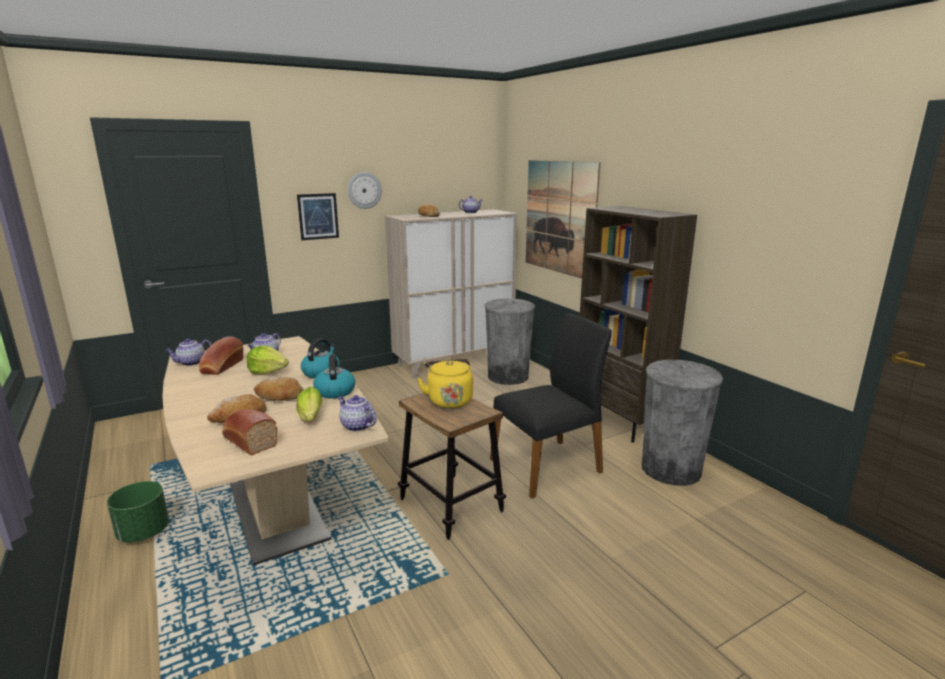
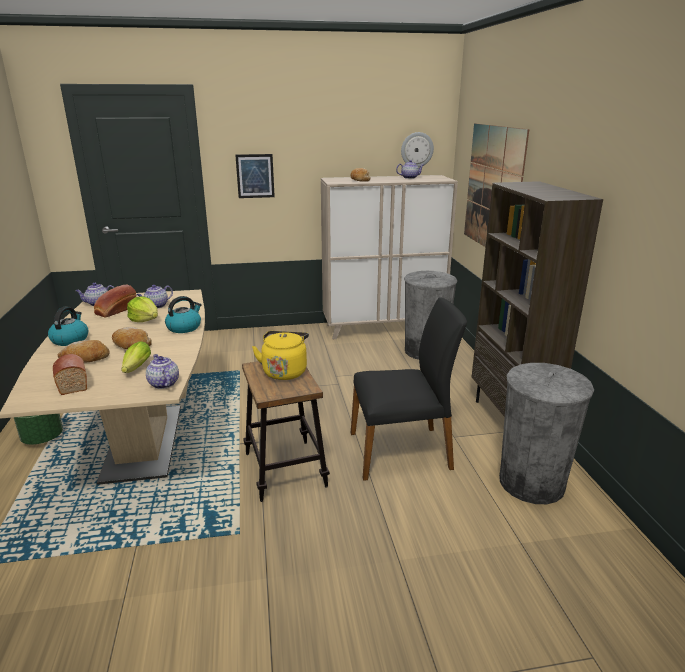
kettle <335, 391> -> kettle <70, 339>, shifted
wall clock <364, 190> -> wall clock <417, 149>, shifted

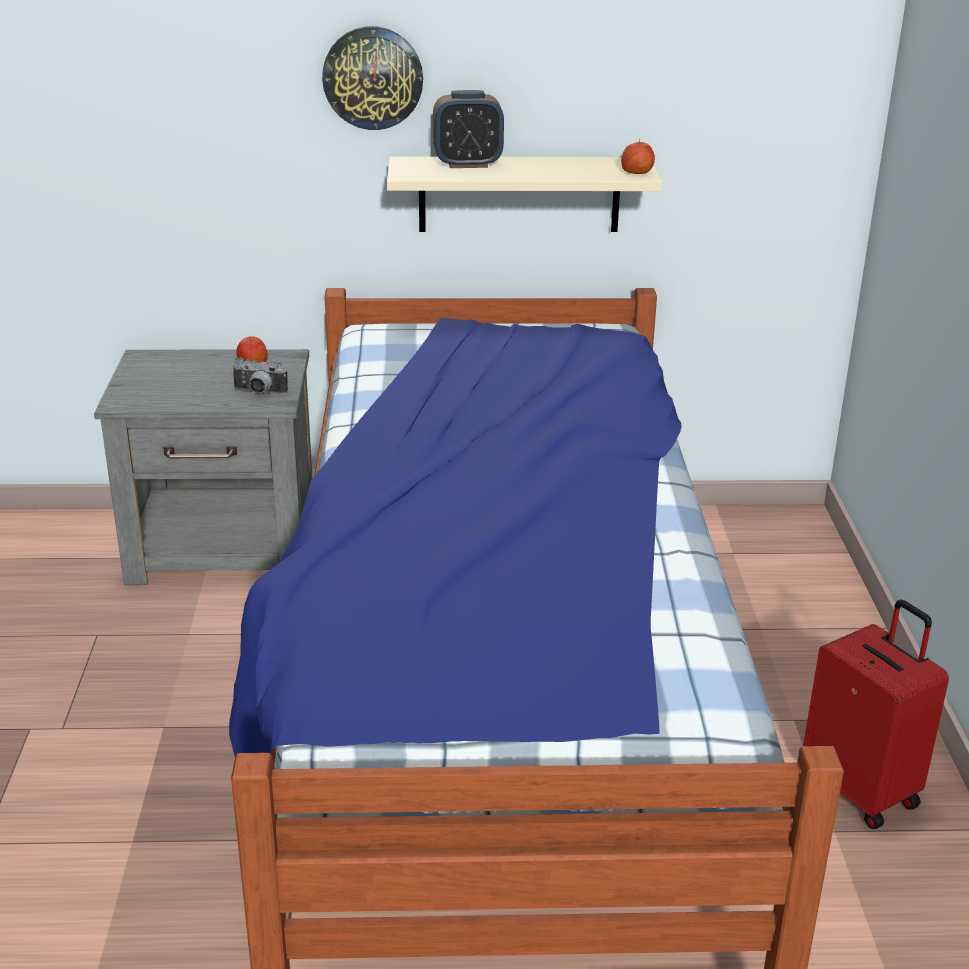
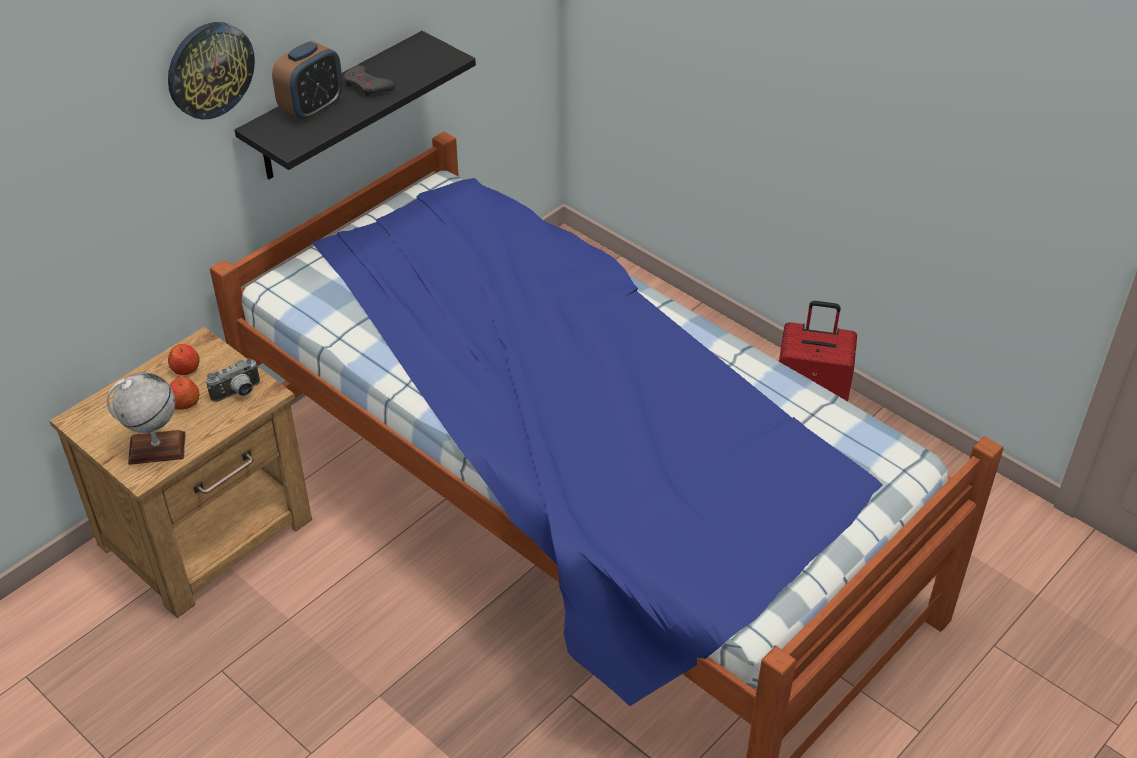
nightstand (grey) <226, 548> -> nightstand (brown) <209, 532>
shelf (beige) <519, 194> -> shelf (black) <336, 108>
apple <637, 172> -> apple <185, 403>, shifted
none -> globe <156, 448>
none -> game controller (grey) <367, 86>

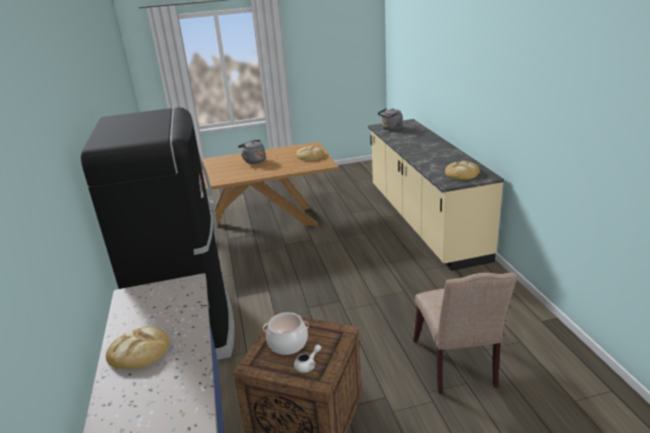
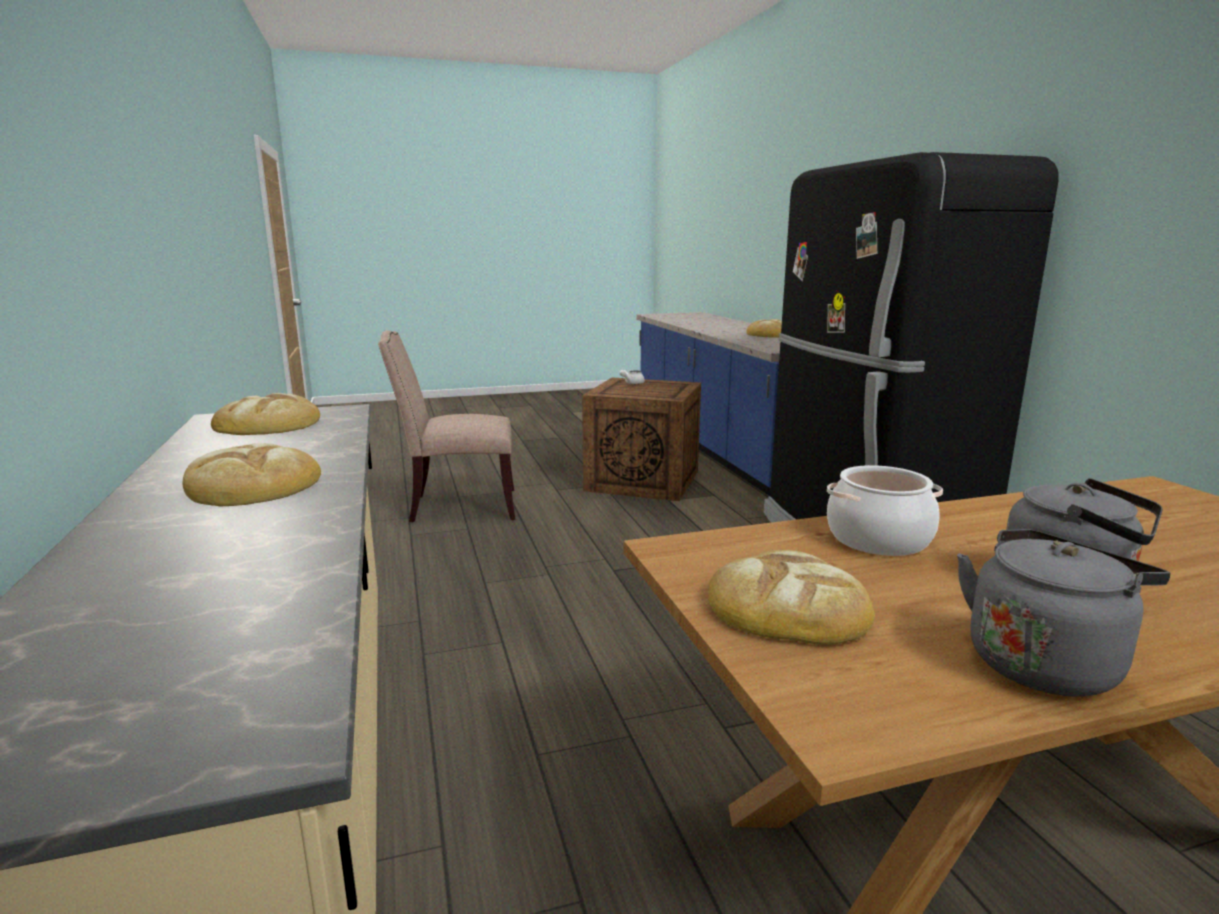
cooking pot <288, 343> -> cooking pot <878, 539>, shifted
kettle (grey) <391, 128> -> kettle (grey) <1044, 662>, shifted
chair (beige) <457, 365> -> chair (beige) <458, 506>, 90 degrees counterclockwise
none -> bread <252, 486>

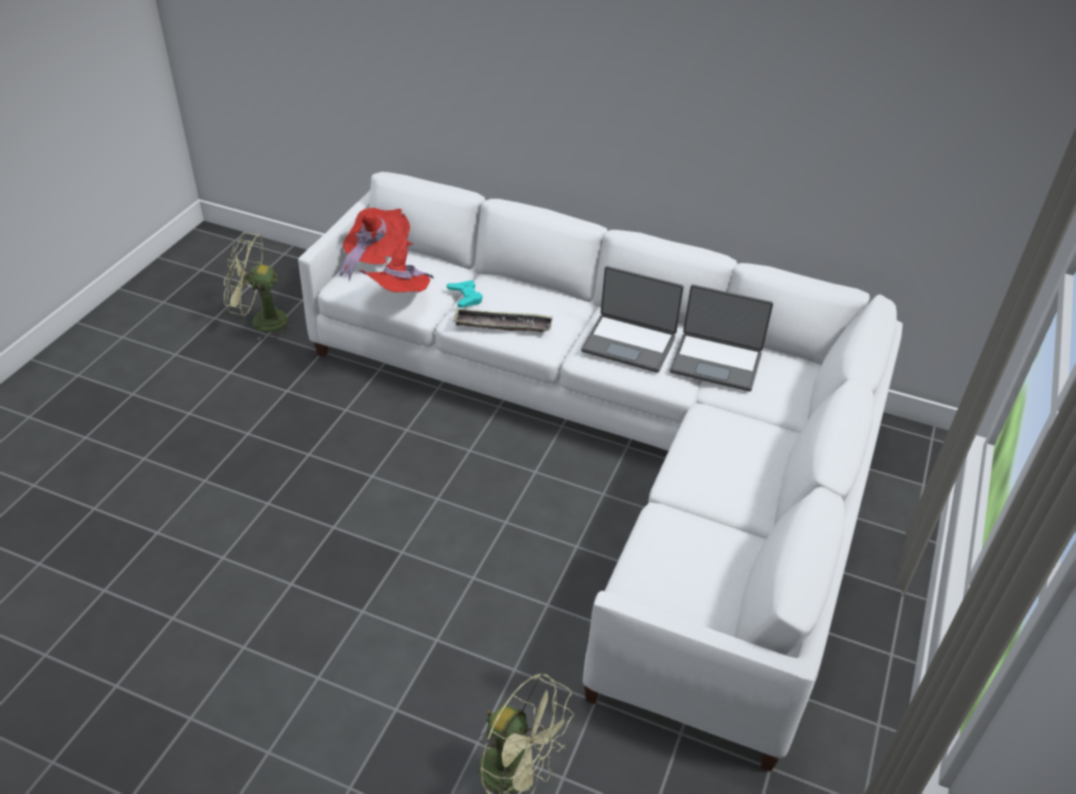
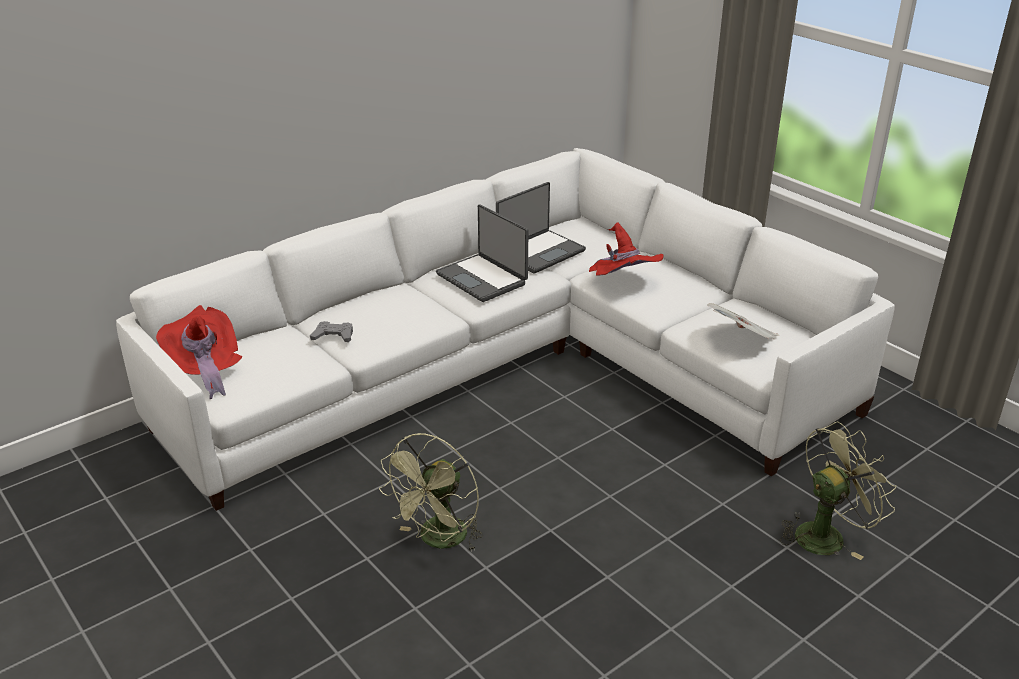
fan (green) <261, 322> -> fan (green) <438, 541>, shifted
hat (red) <400, 299> -> hat (red) <622, 284>, shifted
game controller (turquoise) <465, 297> -> game controller (grey) <333, 336>
tray <502, 325> -> none
laptop <629, 343> -> laptop <483, 278>, 90 degrees clockwise
none -> newspaper <742, 339>

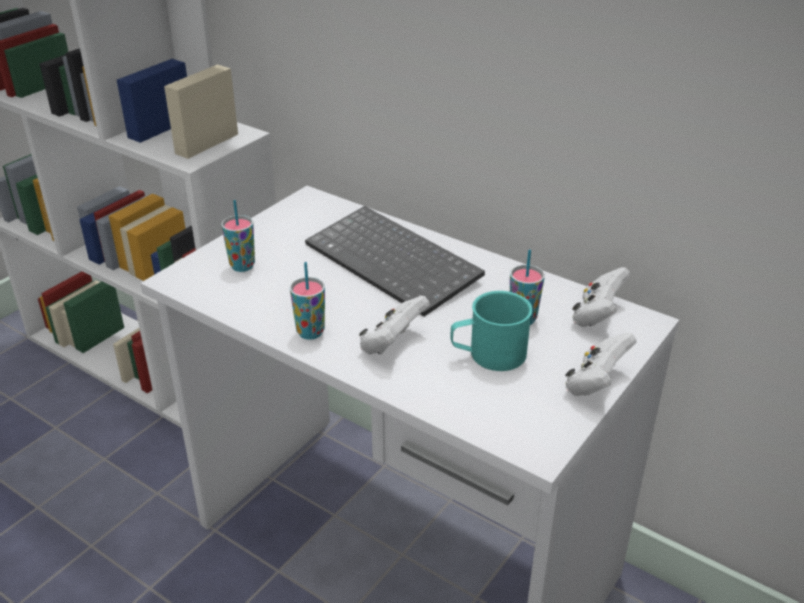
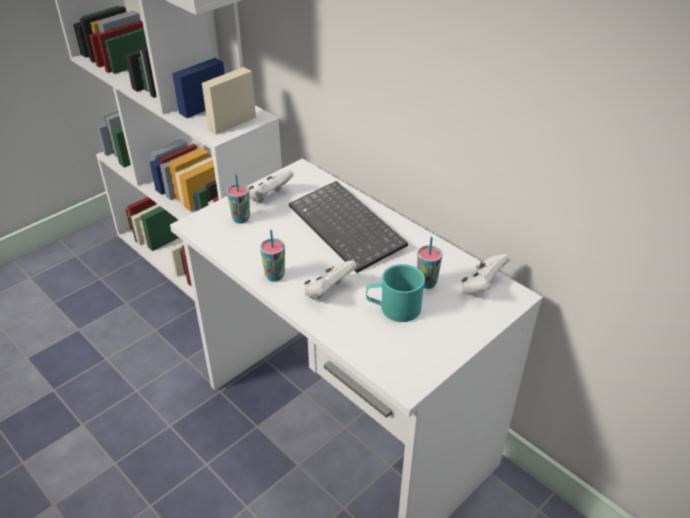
game controller (white) <595, 384> -> game controller (white) <270, 197>, shifted

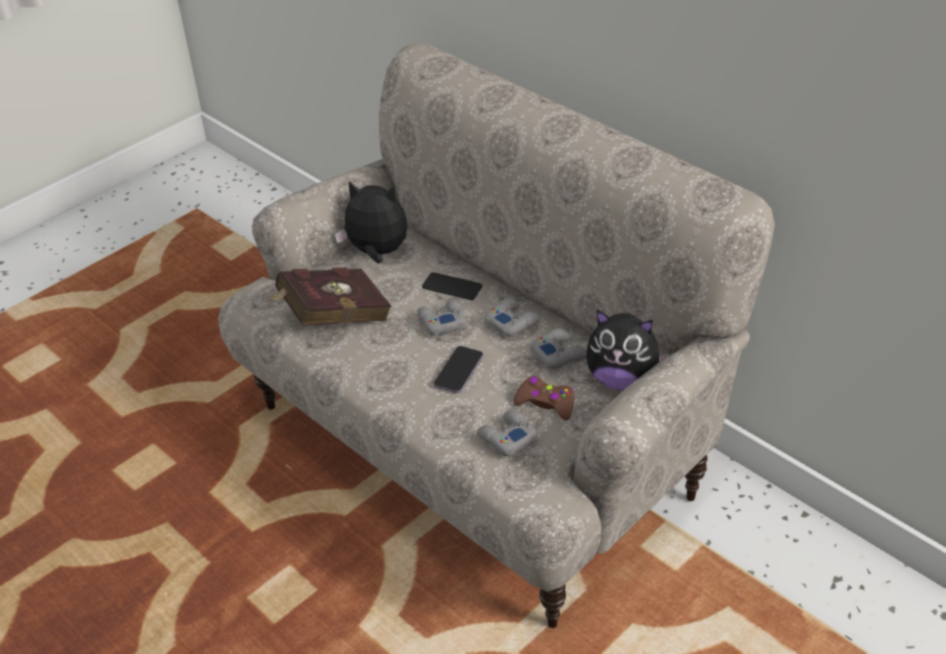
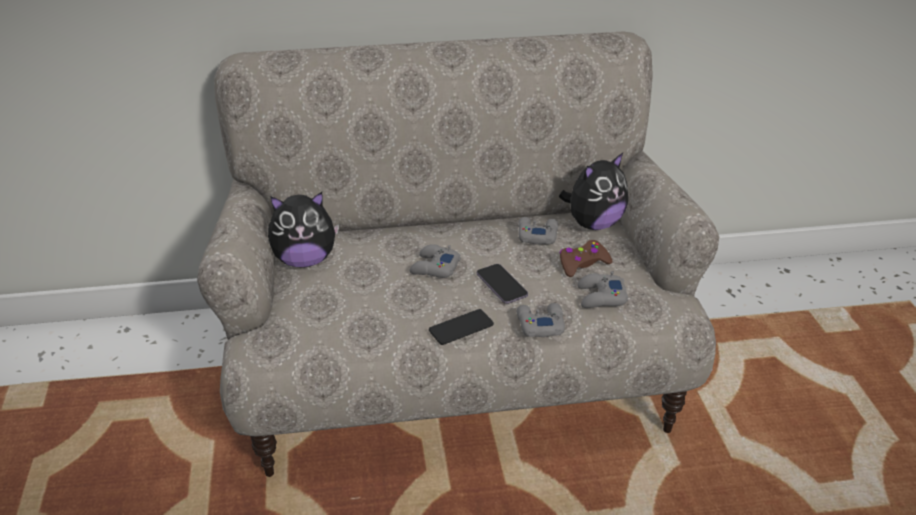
book (red) <331, 318> -> none
plush toy <377, 253> -> plush toy <305, 260>, 150 degrees counterclockwise
phone <452, 287> -> phone <461, 327>, shifted
game controller (grey) <512, 322> -> game controller (grey) <539, 324>, shifted

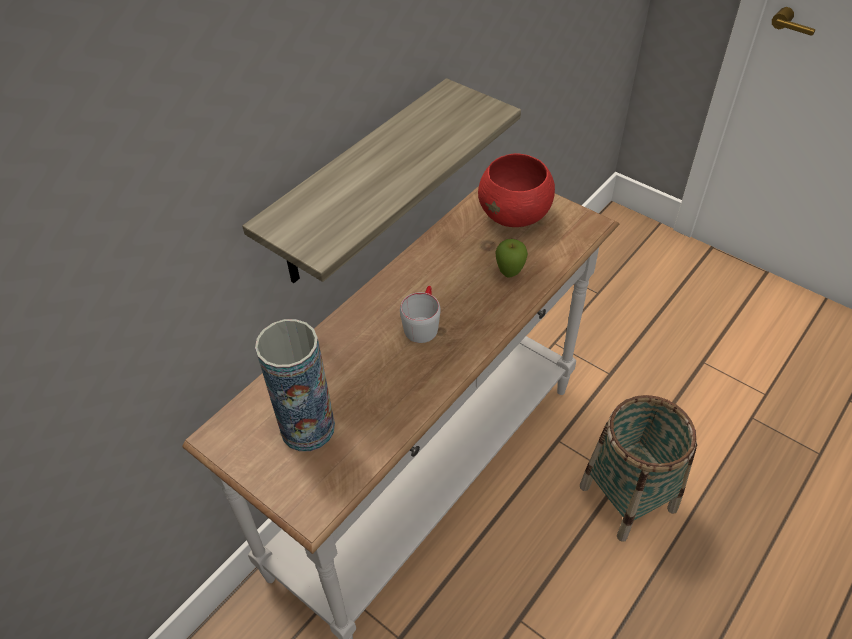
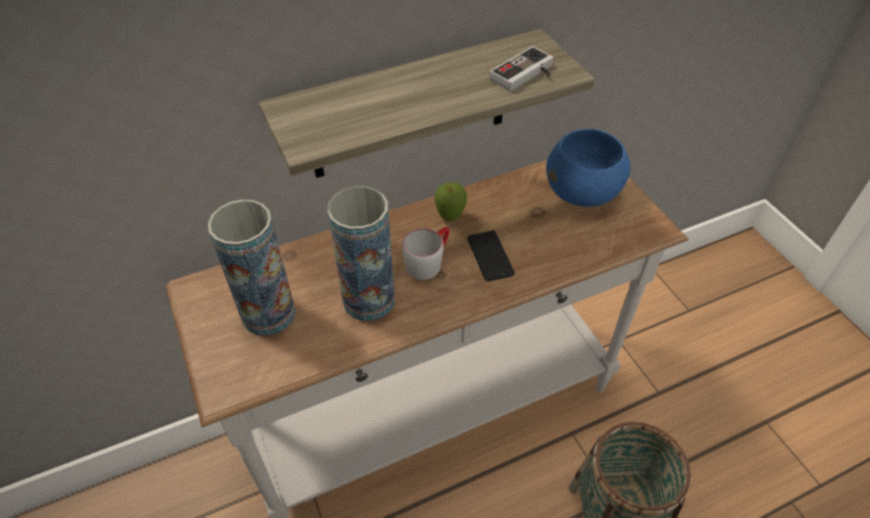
bowl (red) <515, 215> -> bowl (blue) <583, 193>
apple <509, 274> -> apple <450, 218>, shifted
none -> vase <369, 300>
none -> phone <490, 256>
none -> game controller <526, 75>

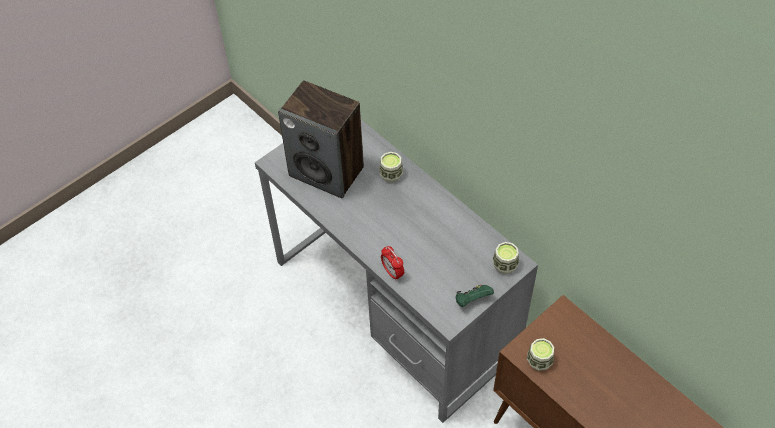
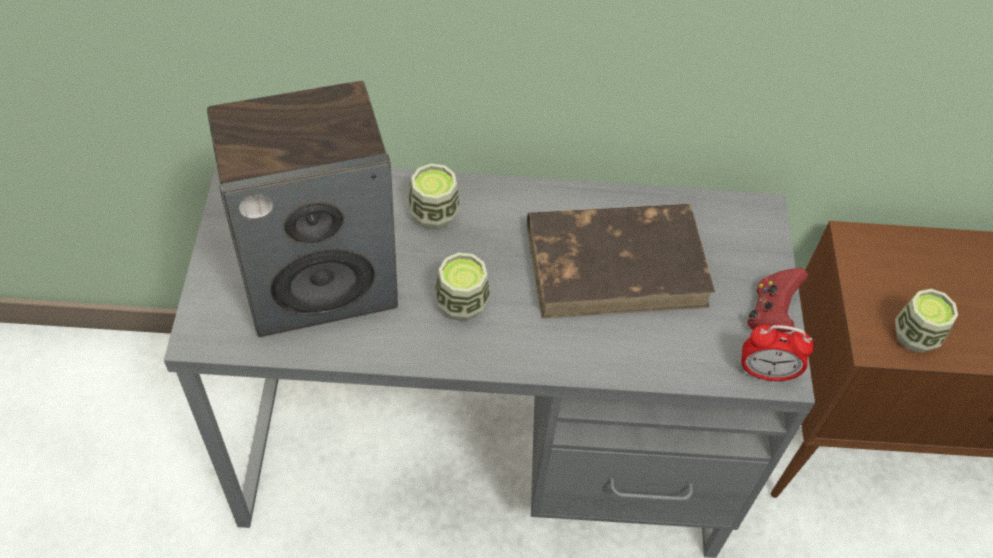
alarm clock <392, 272> -> alarm clock <766, 373>, shifted
game controller (green) <472, 300> -> game controller (red) <770, 314>
cup <505, 265> -> cup <461, 303>, shifted
none -> book (brown) <617, 264>

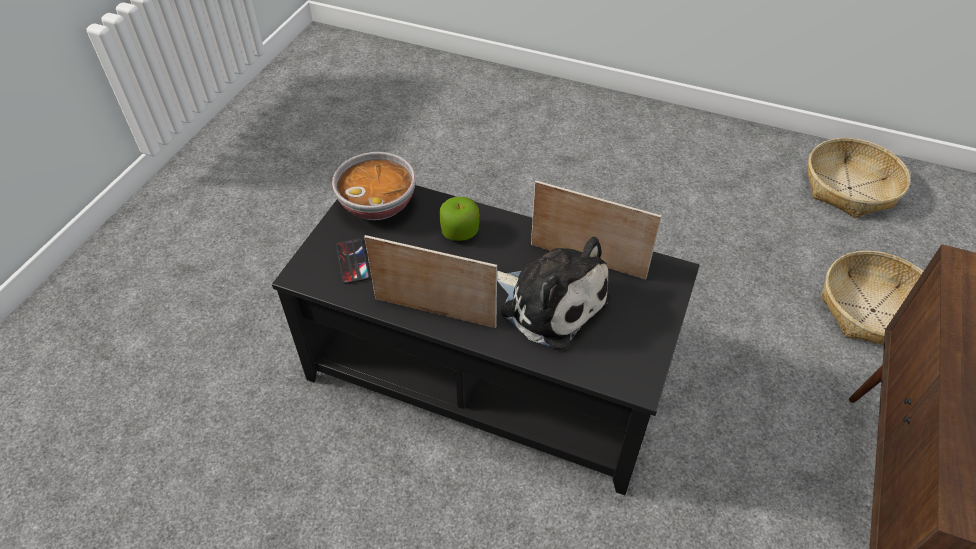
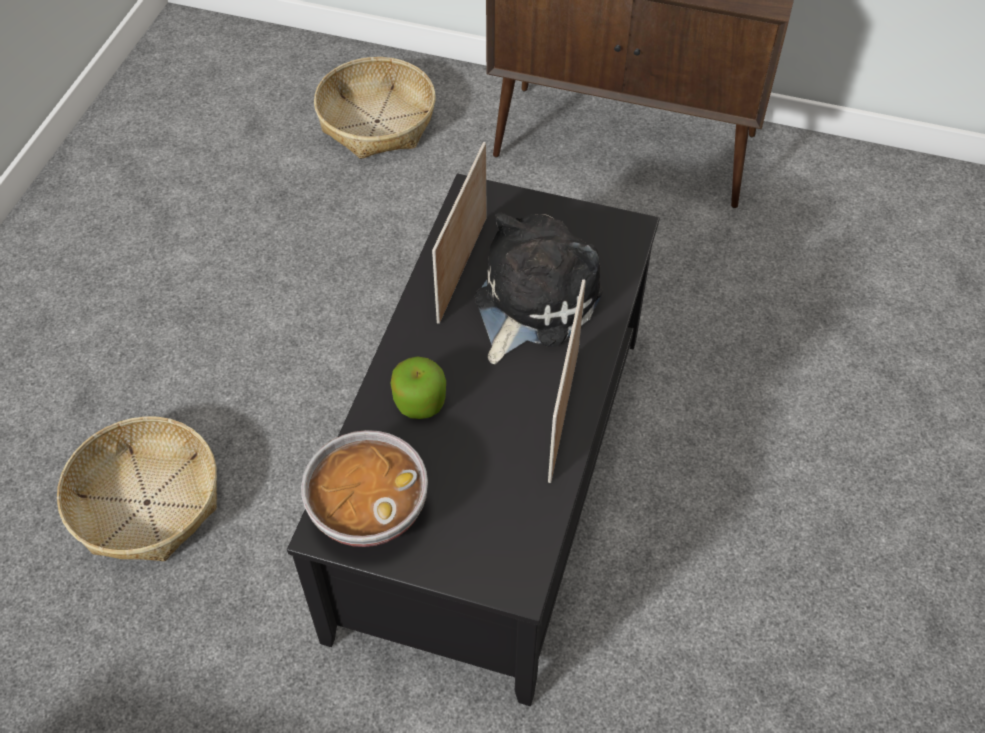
phone <352, 261> -> none
basket <850, 188> -> basket <147, 502>, shifted

